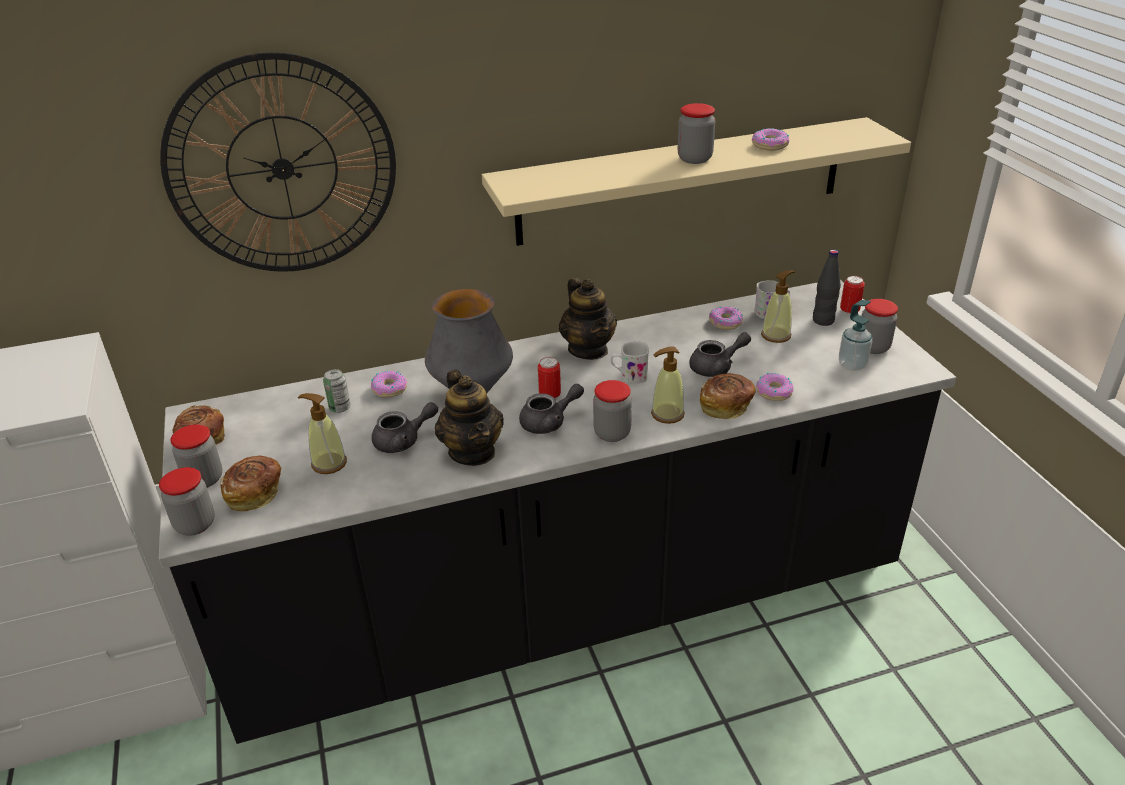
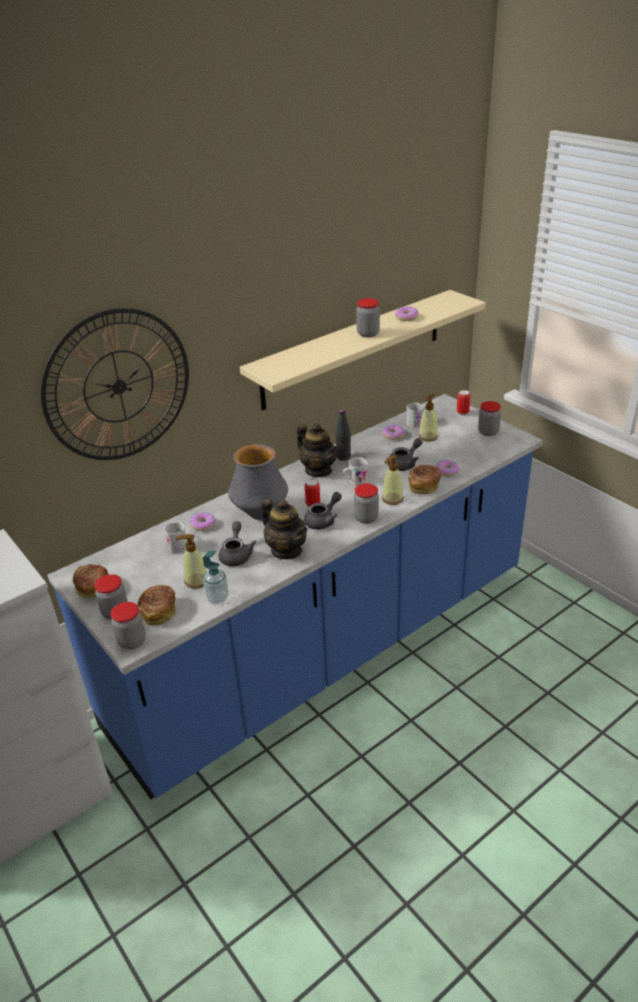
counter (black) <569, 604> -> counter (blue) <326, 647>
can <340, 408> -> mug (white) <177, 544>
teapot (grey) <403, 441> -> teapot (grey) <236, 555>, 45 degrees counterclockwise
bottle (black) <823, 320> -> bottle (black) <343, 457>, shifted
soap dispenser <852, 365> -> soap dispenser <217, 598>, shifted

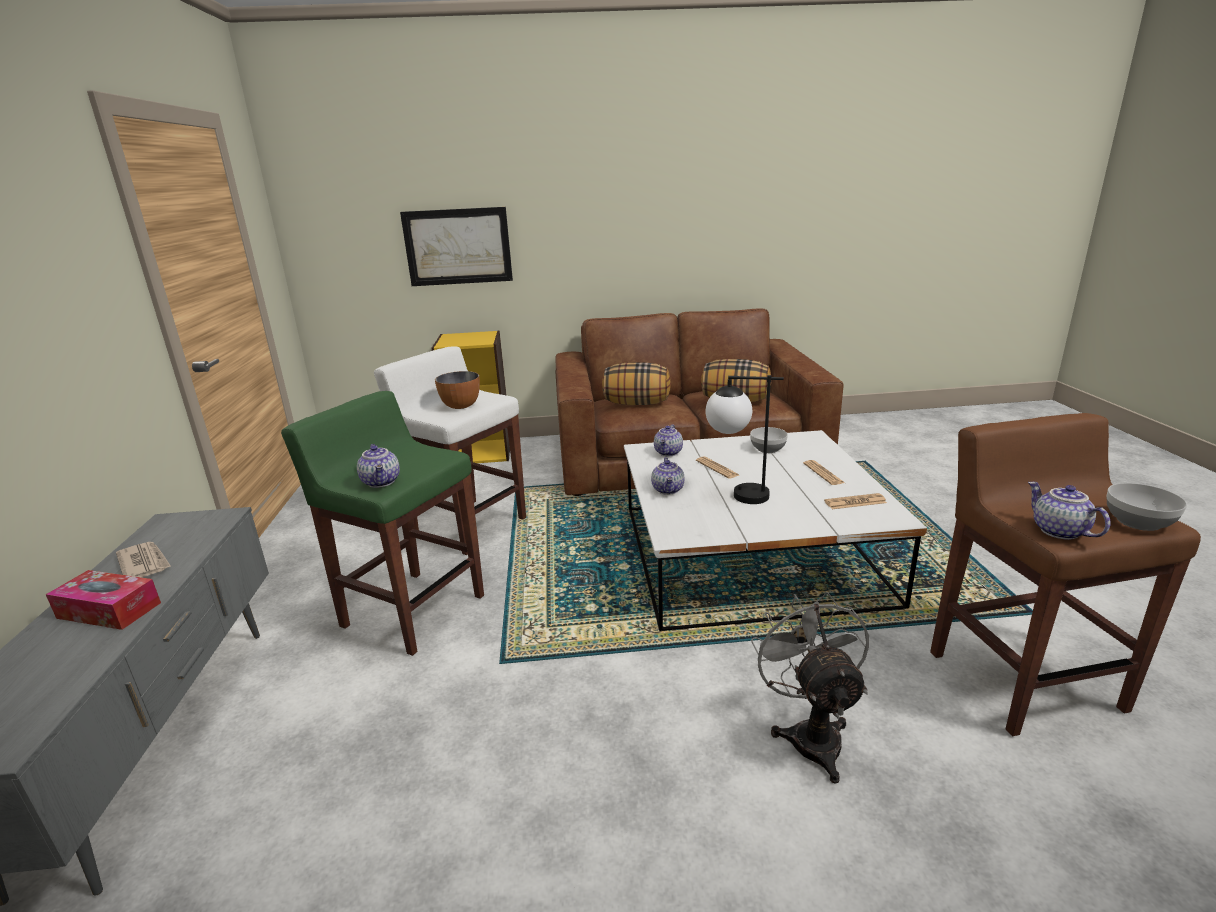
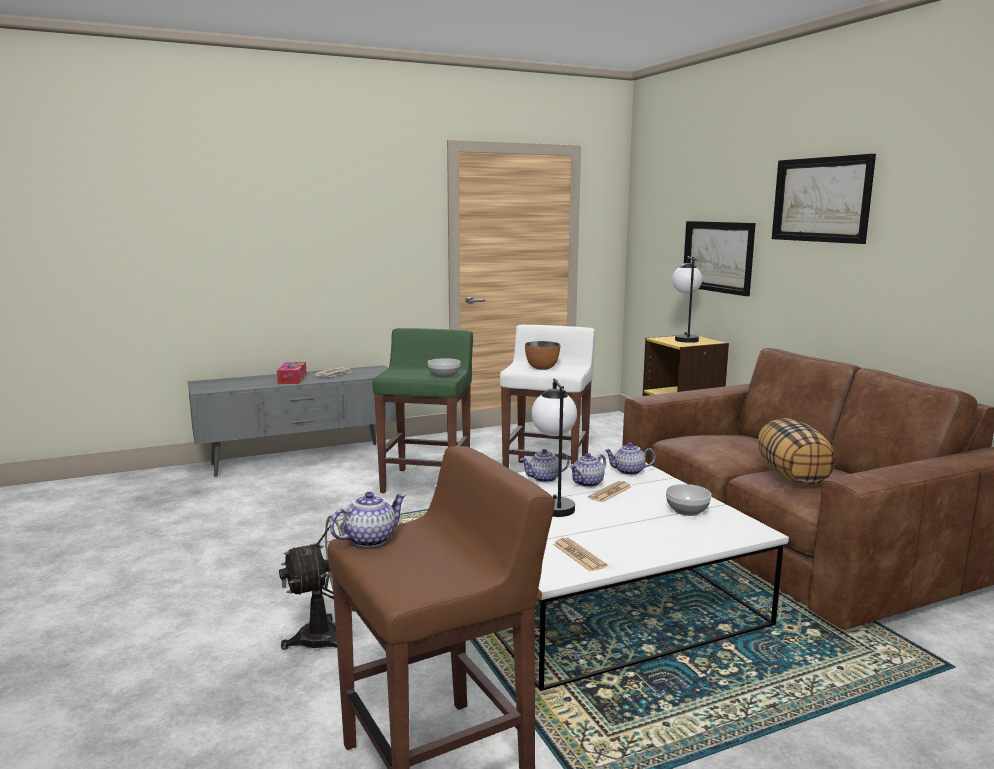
teapot <382, 482> -> teapot <588, 483>, shifted
pillow <637, 403> -> none
newspaper <823, 473> -> none
bowl <1138, 522> -> bowl <443, 376>, shifted
none -> table lamp <684, 338>
none -> picture <821, 199>

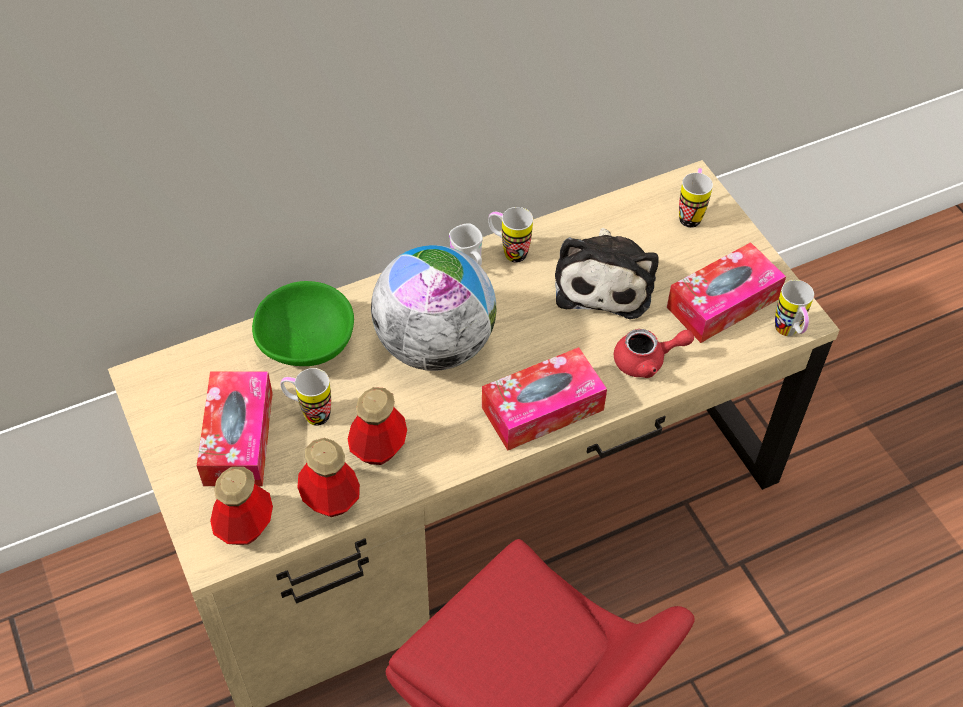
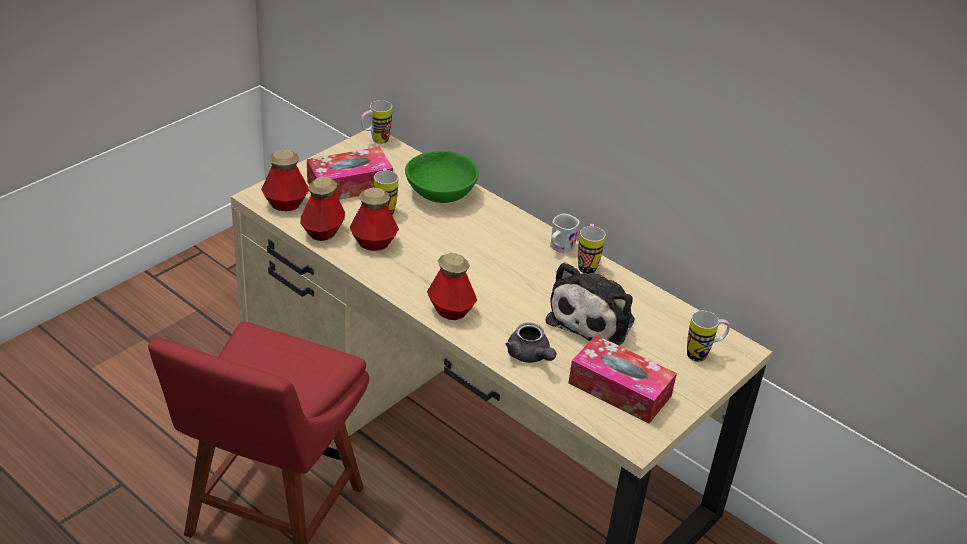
globe <435, 345> -> none
tissue box <542, 408> -> bottle <451, 310>
plush toy <604, 281> -> plush toy <594, 319>, 45 degrees counterclockwise
teapot (red) <647, 361> -> teapot (grey) <530, 356>
mug <789, 333> -> mug <375, 140>, shifted

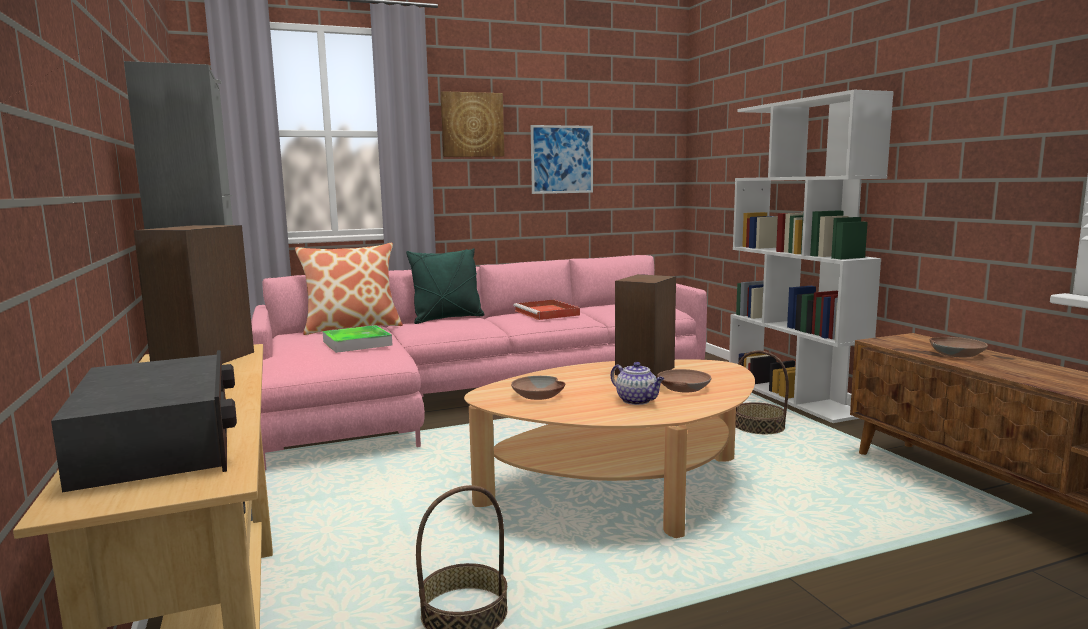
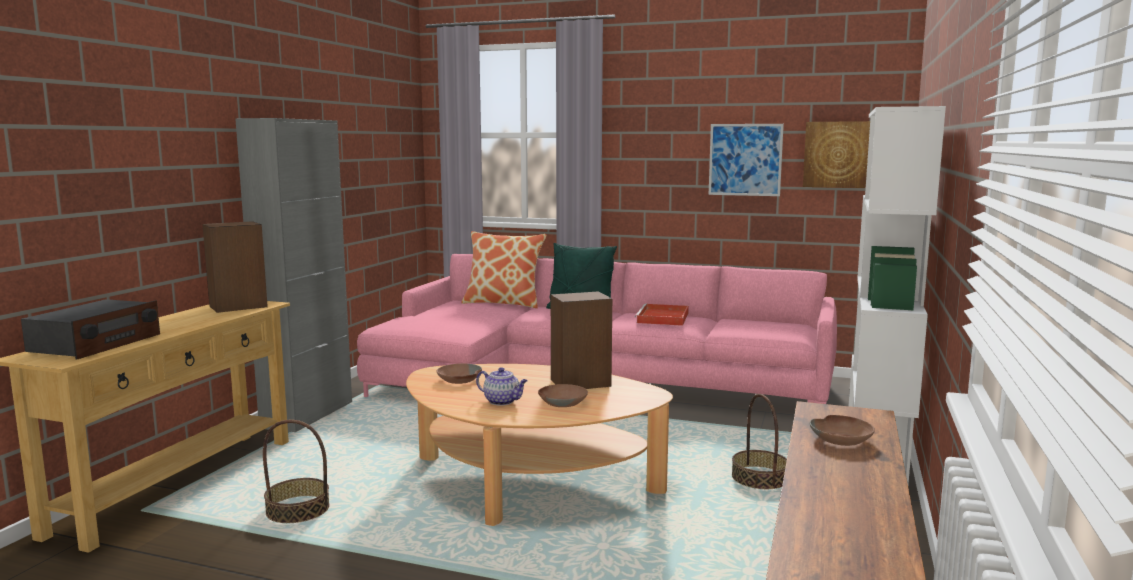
tray <357, 343> -> none
picture <472, 125> -> picture <838, 154>, shifted
teapot <637, 401> -> teapot <502, 401>, 60 degrees counterclockwise

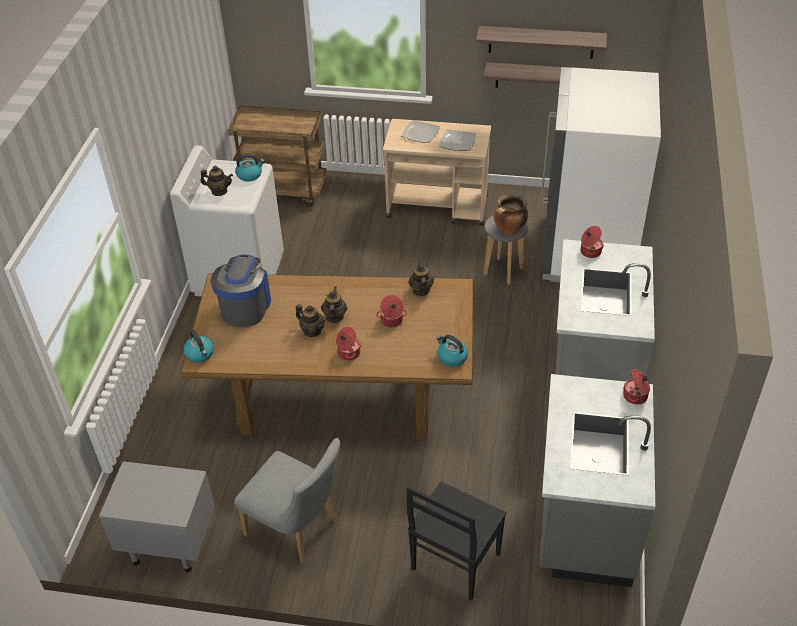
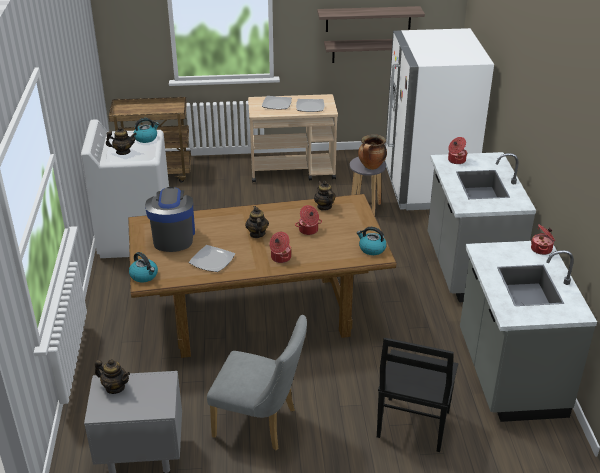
teapot <312, 331> -> teapot <115, 387>, shifted
none -> plate <211, 260>

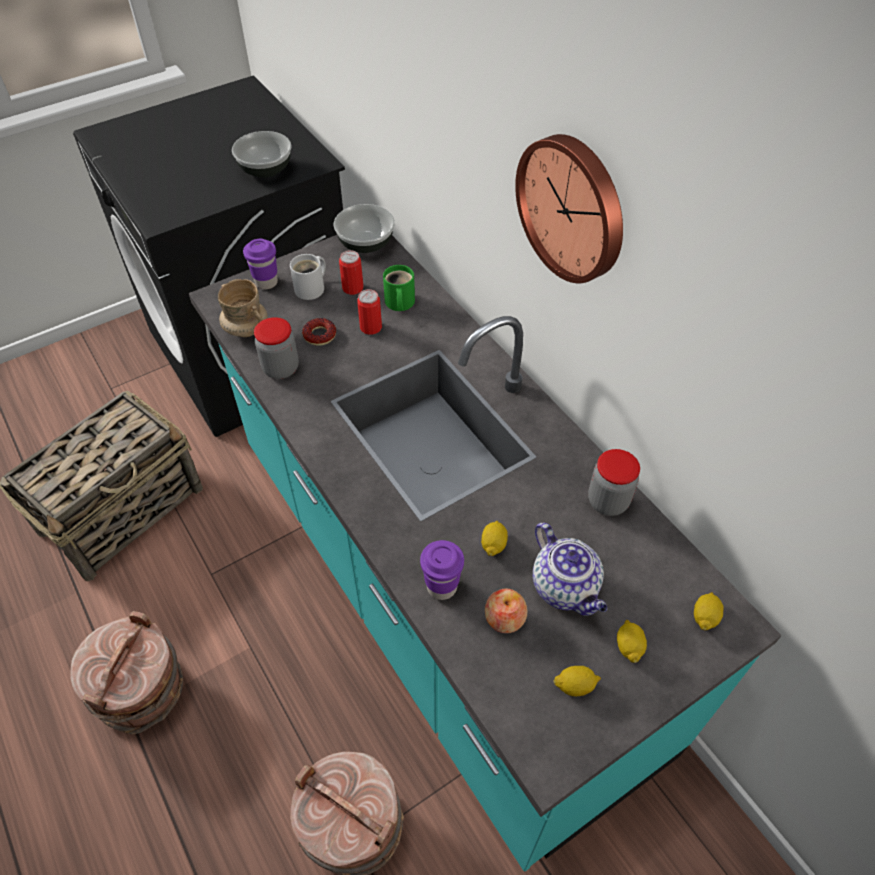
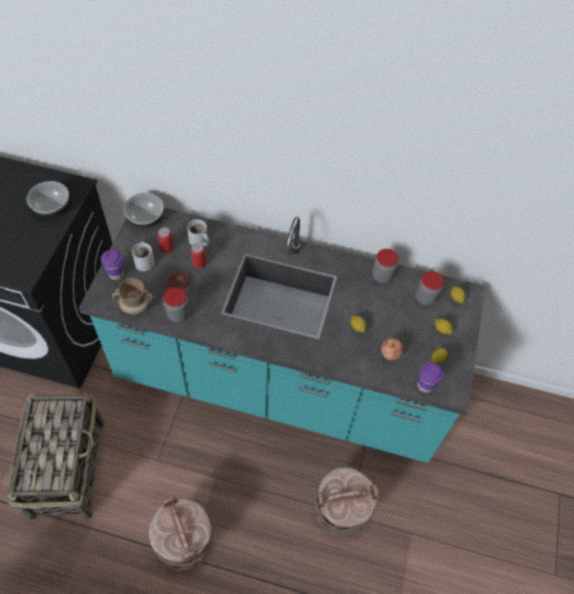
mug (green) <398, 303> -> mug (white) <199, 241>
cup (purple) <441, 586> -> cup (purple) <425, 385>, shifted
wall clock <573, 208> -> none
teapot <566, 588> -> none
none -> jar <425, 298>

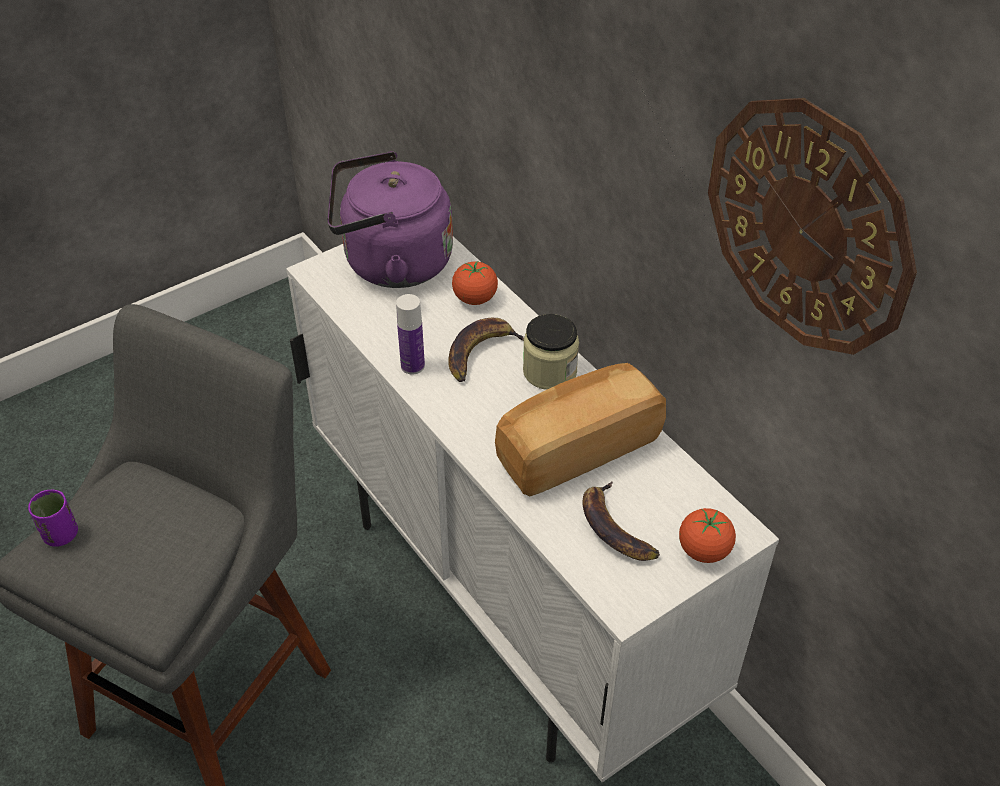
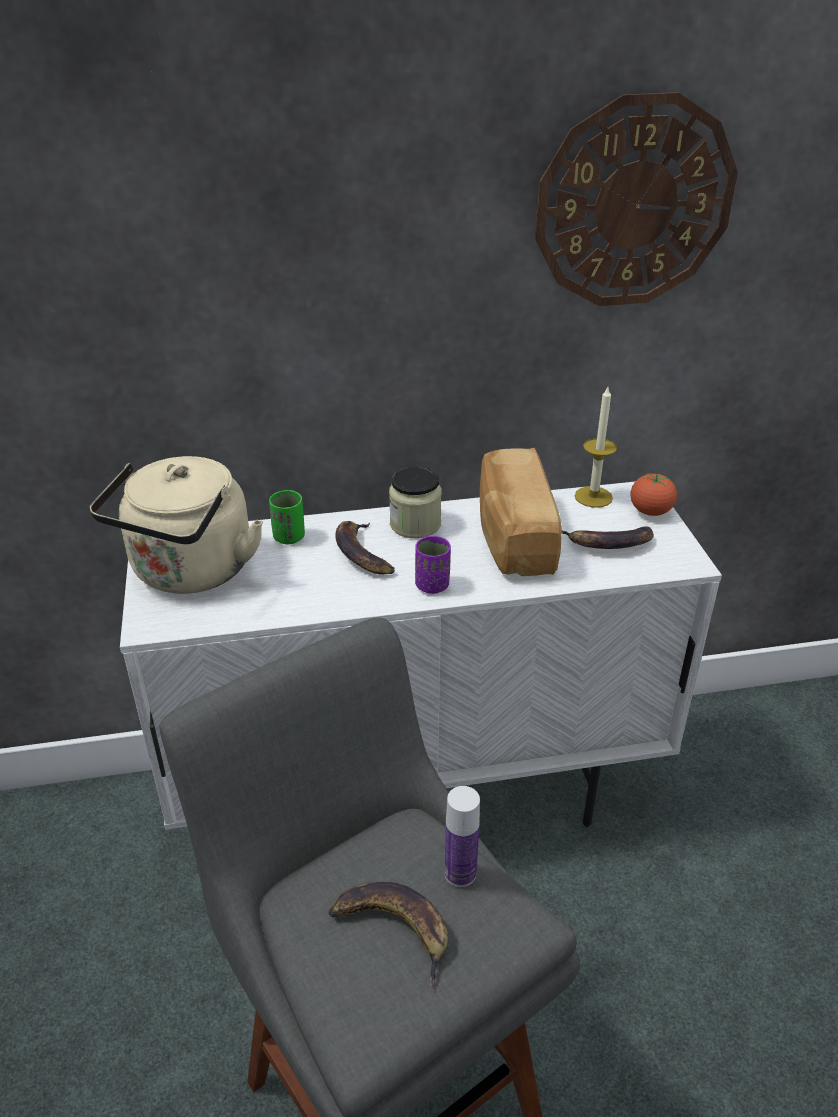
cup (purple) <61, 535> -> cup (purple) <432, 585>, shifted
kettle (purple) <391, 263> -> kettle (beige) <189, 573>
bottle <412, 366> -> bottle <460, 873>, shifted
tomato <475, 298> -> cup (green) <289, 537>
none -> banana <394, 929>
none -> candle <593, 497>

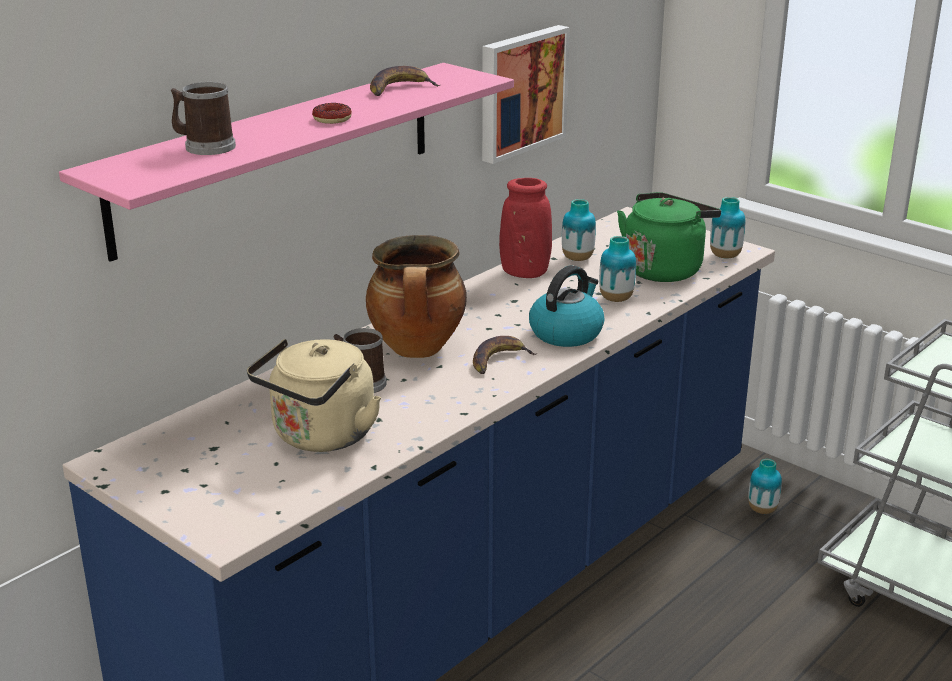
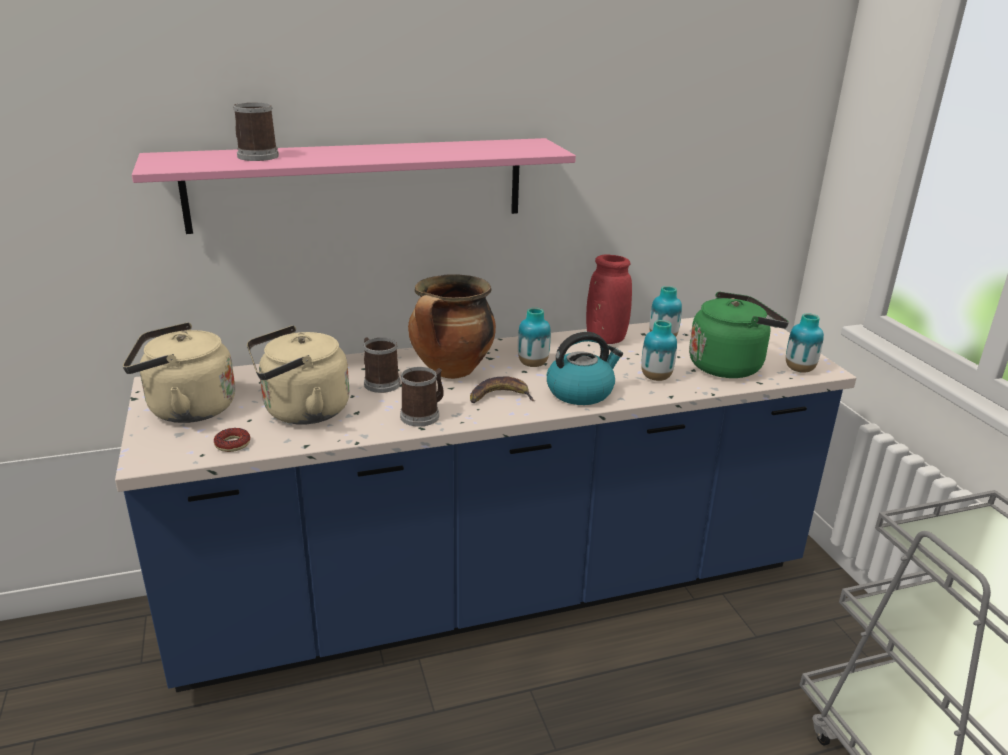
donut <332, 119> -> donut <232, 444>, shifted
banana <399, 88> -> none
picture <520, 92> -> none
vase <762, 510> -> vase <533, 364>, shifted
none -> kettle (beige) <186, 409>
none -> mug <423, 415>

